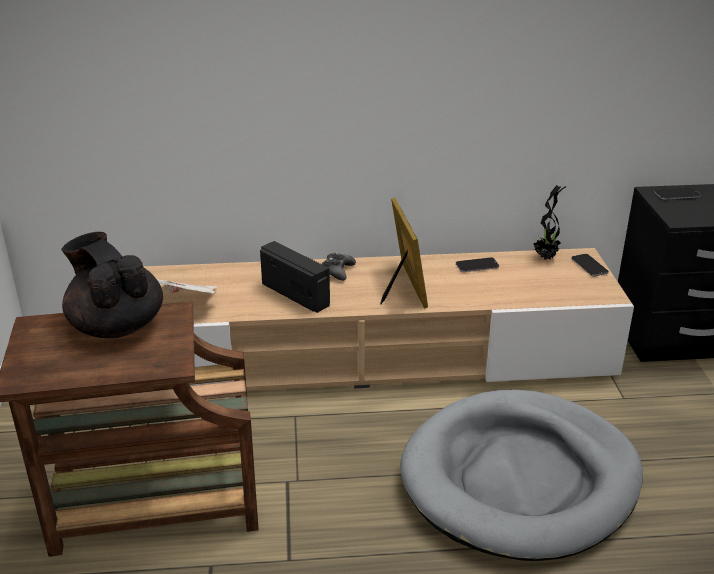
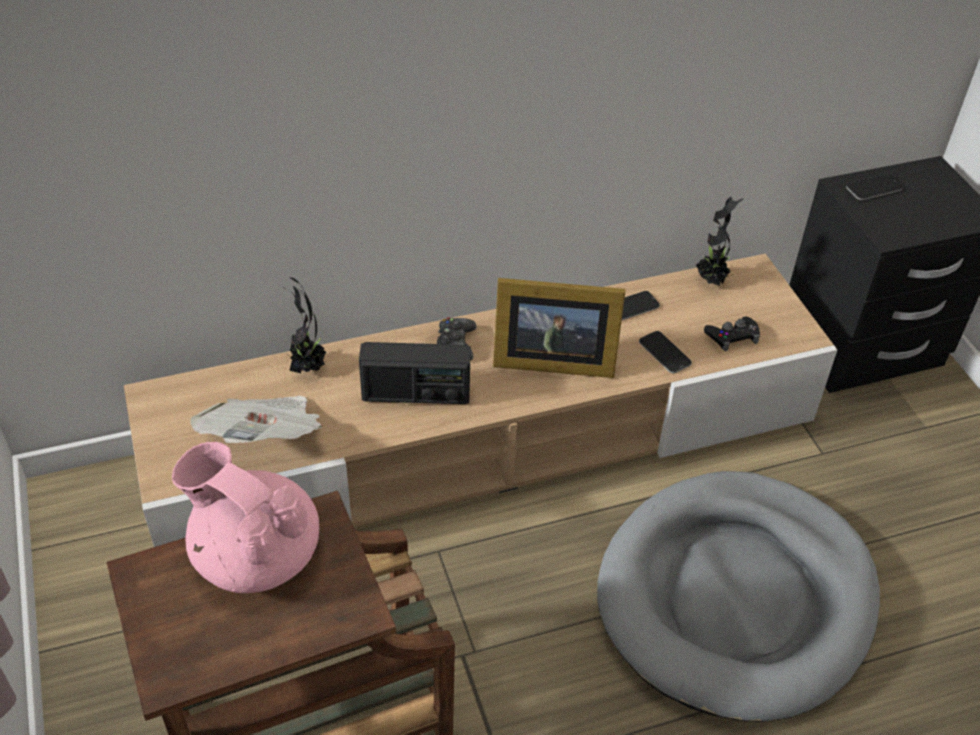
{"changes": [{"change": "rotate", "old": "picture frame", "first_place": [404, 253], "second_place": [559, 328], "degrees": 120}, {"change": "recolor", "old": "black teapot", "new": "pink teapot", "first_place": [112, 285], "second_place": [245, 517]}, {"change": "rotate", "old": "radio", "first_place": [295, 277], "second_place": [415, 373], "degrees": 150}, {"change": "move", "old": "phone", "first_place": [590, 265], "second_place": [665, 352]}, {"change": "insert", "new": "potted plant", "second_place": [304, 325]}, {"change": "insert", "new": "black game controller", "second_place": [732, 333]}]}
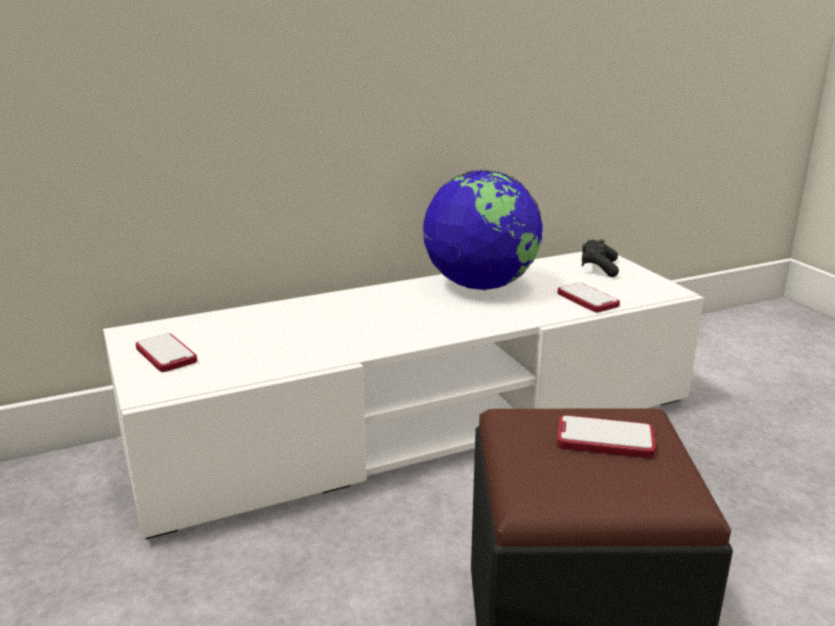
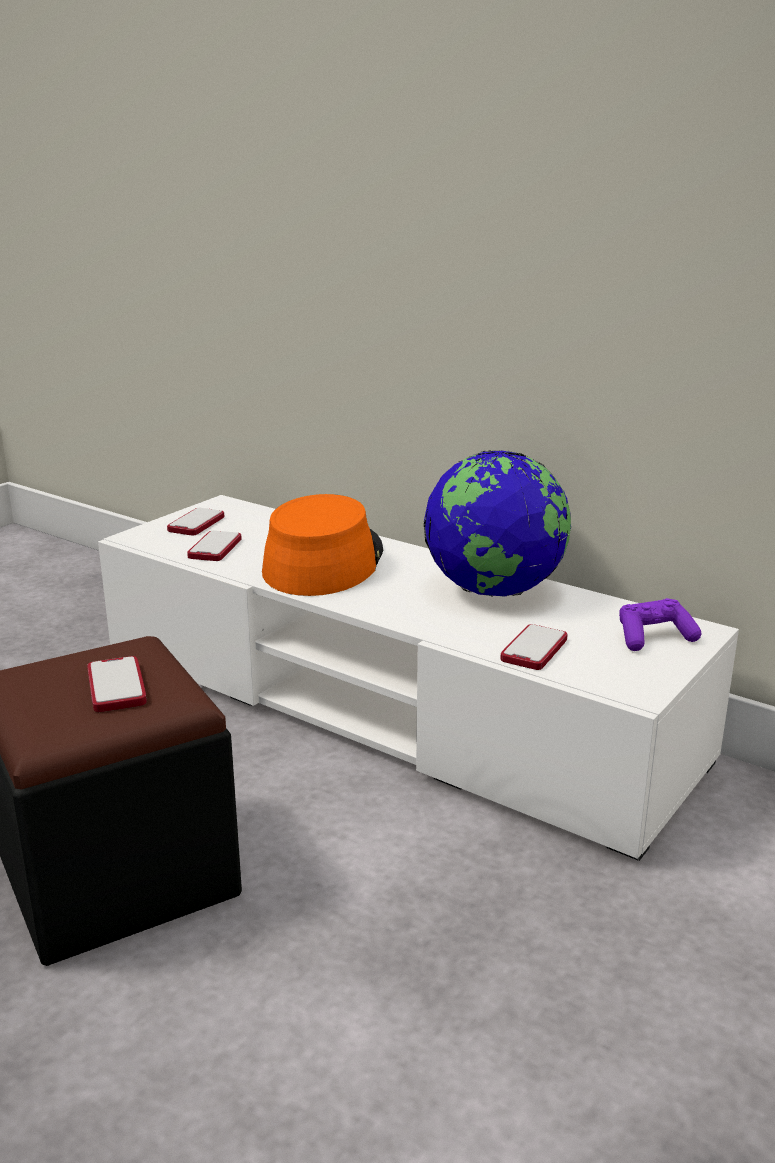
{"changes": [{"change": "recolor", "old": "black game controller", "new": "purple game controller", "first_place": [600, 258], "second_place": [660, 624]}, {"change": "insert", "new": "orange hat", "second_place": [322, 545]}, {"change": "insert", "new": "phone", "second_place": [214, 546]}]}
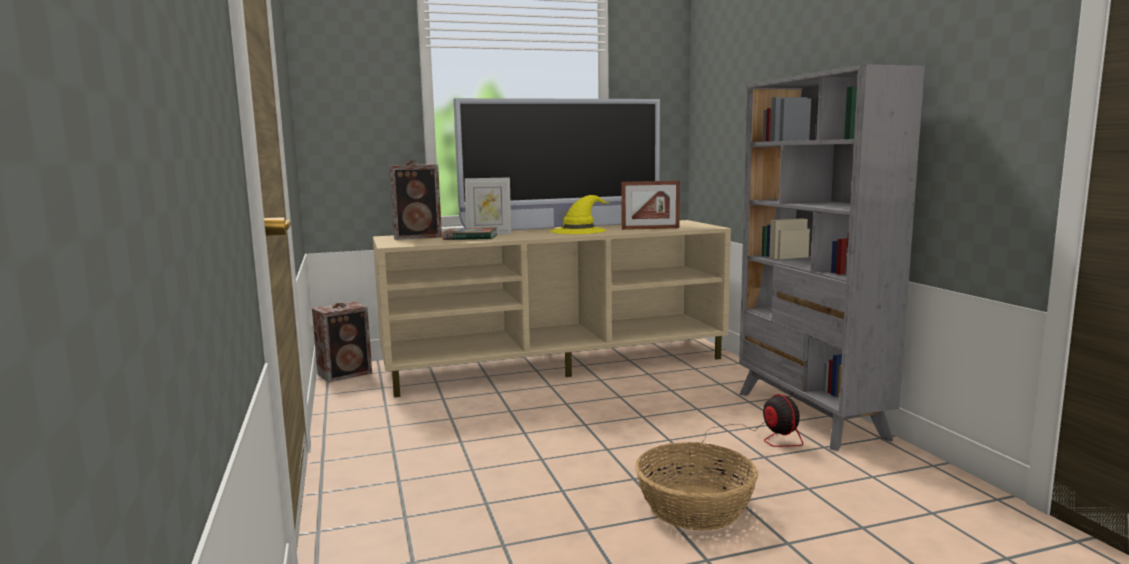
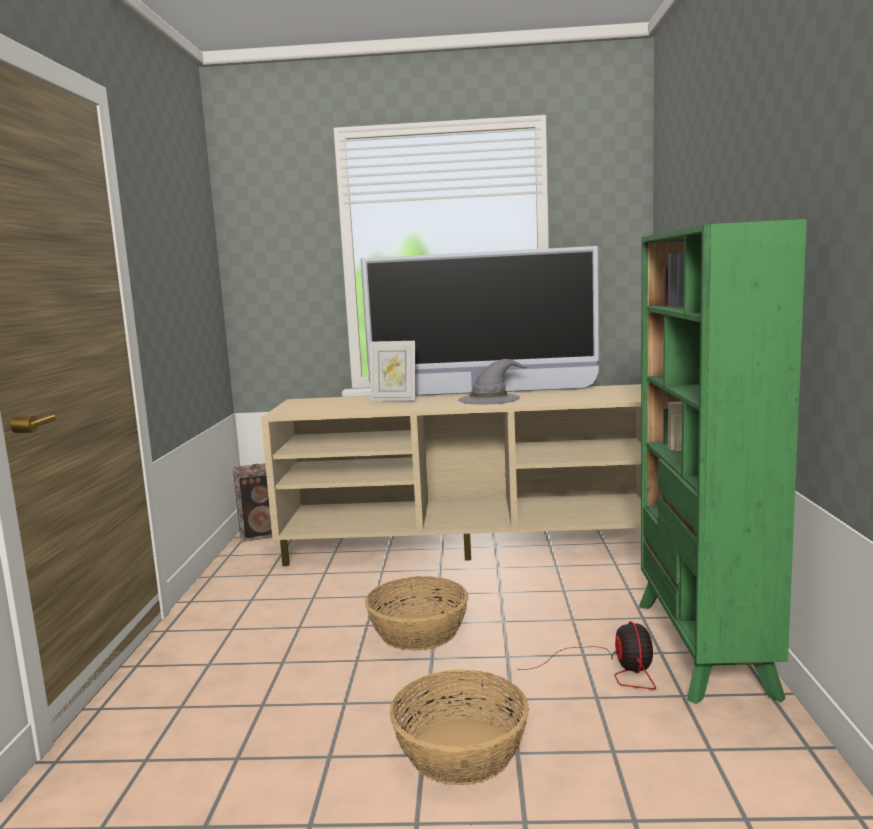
{"changes": [{"change": "recolor", "old": "grey bookcase", "new": "green bookcase", "first_place": [832, 257], "second_place": [723, 461]}, {"change": "delete", "old": "speaker", "first_place": [416, 200]}, {"change": "delete", "old": "picture frame", "first_place": [650, 205]}, {"change": "recolor", "old": "yellow hat", "new": "grey hat", "first_place": [580, 214], "second_place": [494, 381]}, {"change": "delete", "old": "book", "first_place": [469, 233]}, {"change": "insert", "new": "basket", "second_place": [417, 613]}]}
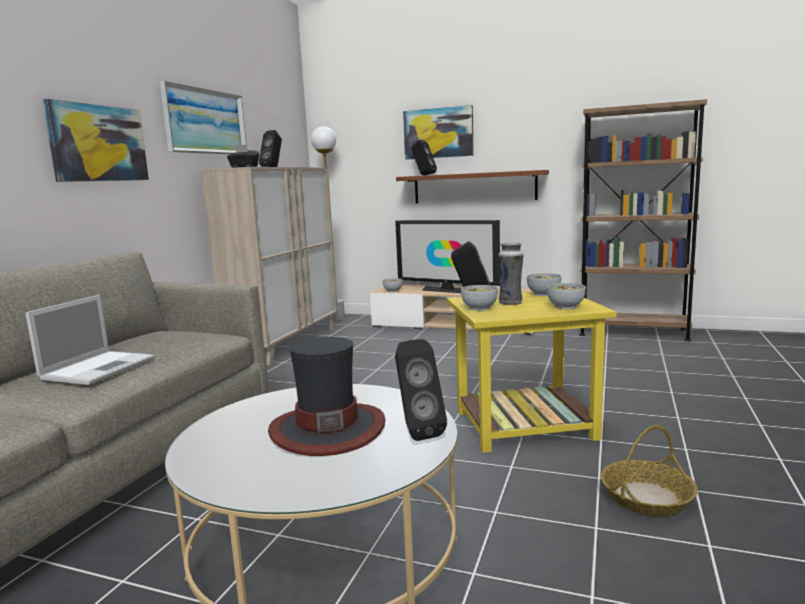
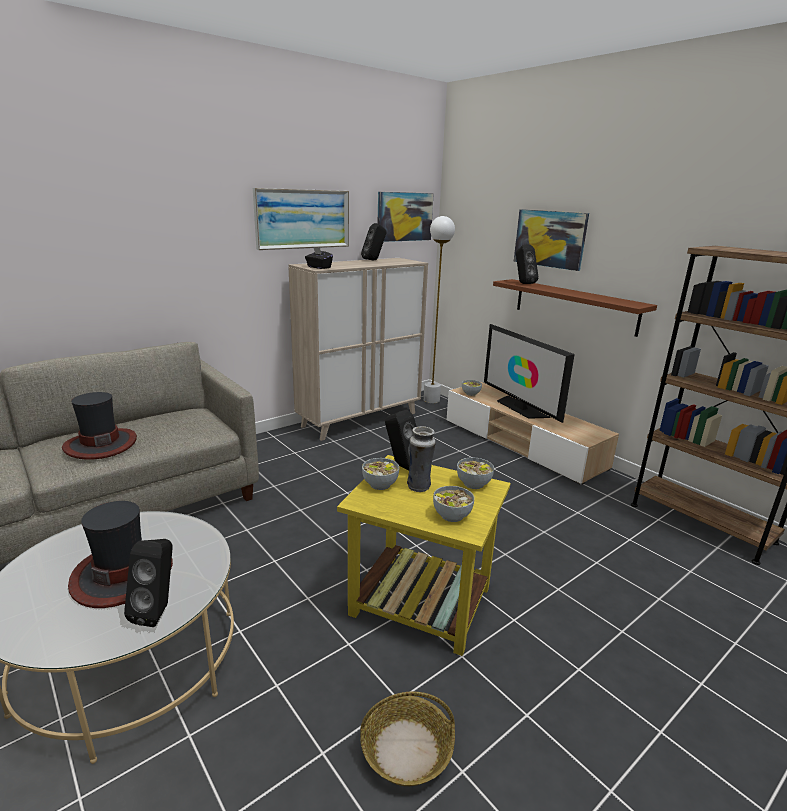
{"changes": [{"change": "move", "old": "picture", "first_place": [95, 140], "second_place": [405, 217]}, {"change": "replace", "old": "laptop", "new": "hat", "first_place": [90, 340], "second_place": [99, 426]}]}
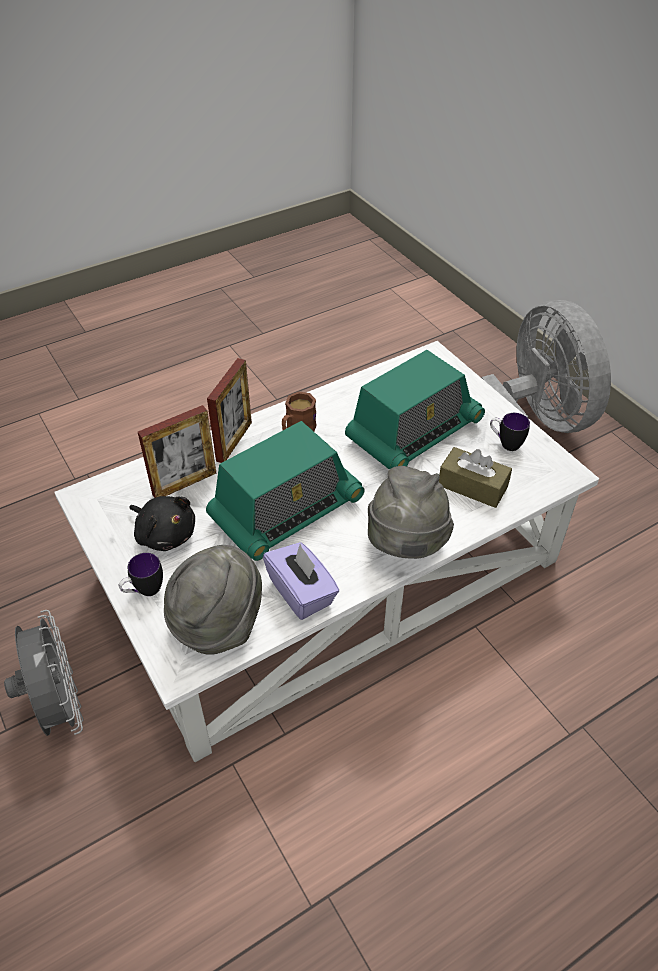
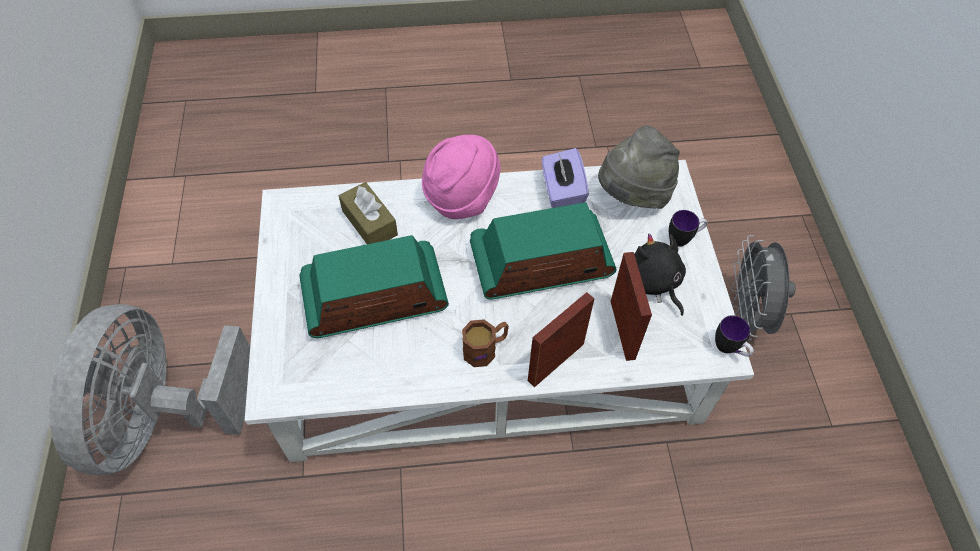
{"changes": [{"change": "rotate", "old": "picture frame", "first_place": [177, 451], "second_place": [631, 306], "degrees": 90}, {"change": "move", "old": "mug", "first_place": [510, 432], "second_place": [734, 335]}, {"change": "recolor", "old": "grey hat", "new": "pink hat", "first_place": [411, 512], "second_place": [461, 177]}]}
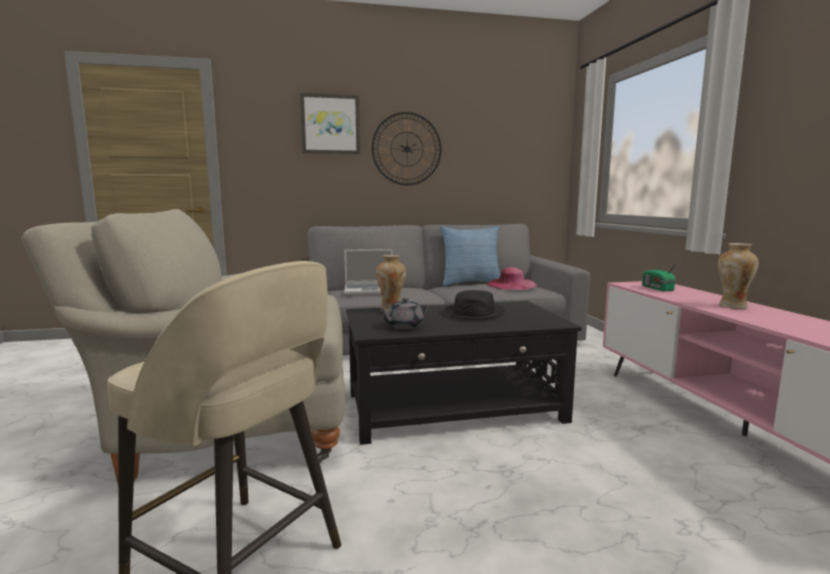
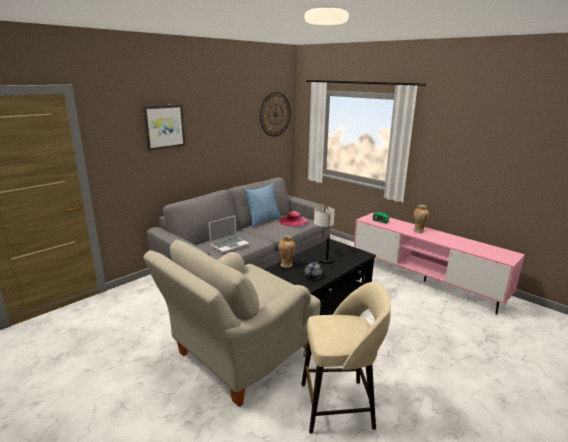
{"changes": [{"change": "move", "old": "wall clock", "first_place": [406, 148], "second_place": [275, 114]}, {"change": "replace", "old": "black hat", "new": "table lamp", "first_place": [474, 305], "second_place": [324, 235]}]}
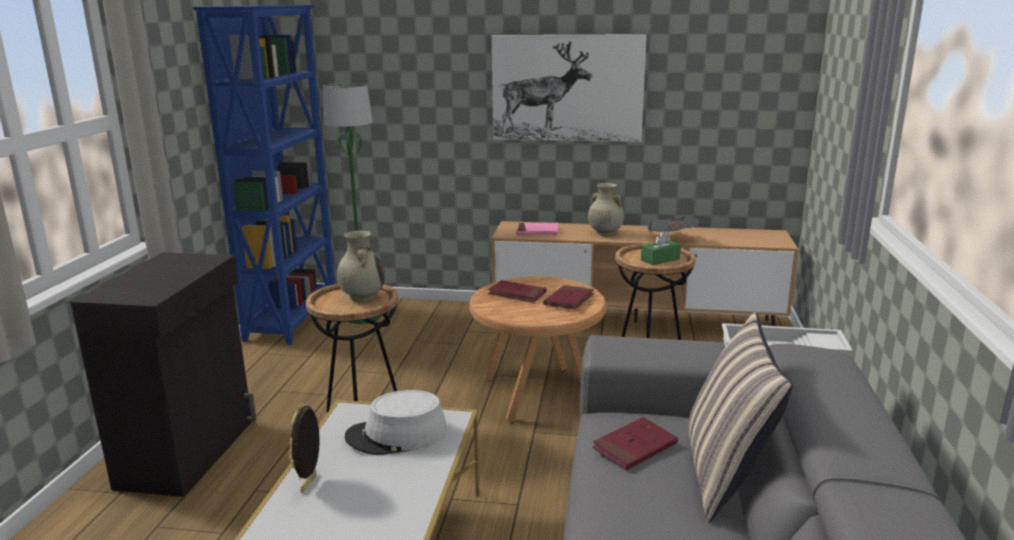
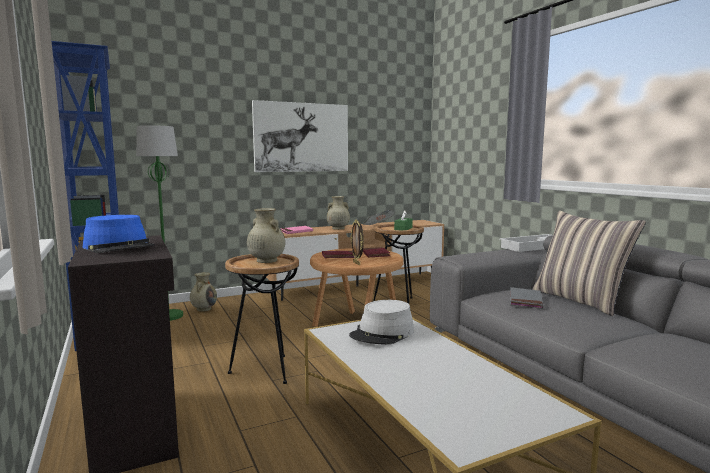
{"changes": [{"change": "move", "old": "picture frame", "first_place": [304, 448], "second_place": [357, 242]}, {"change": "recolor", "old": "red book", "new": "grey book", "first_place": [635, 443], "second_place": [526, 298]}, {"change": "insert", "new": "blue hat", "second_place": [119, 234]}, {"change": "insert", "new": "beige vase", "second_place": [203, 292]}]}
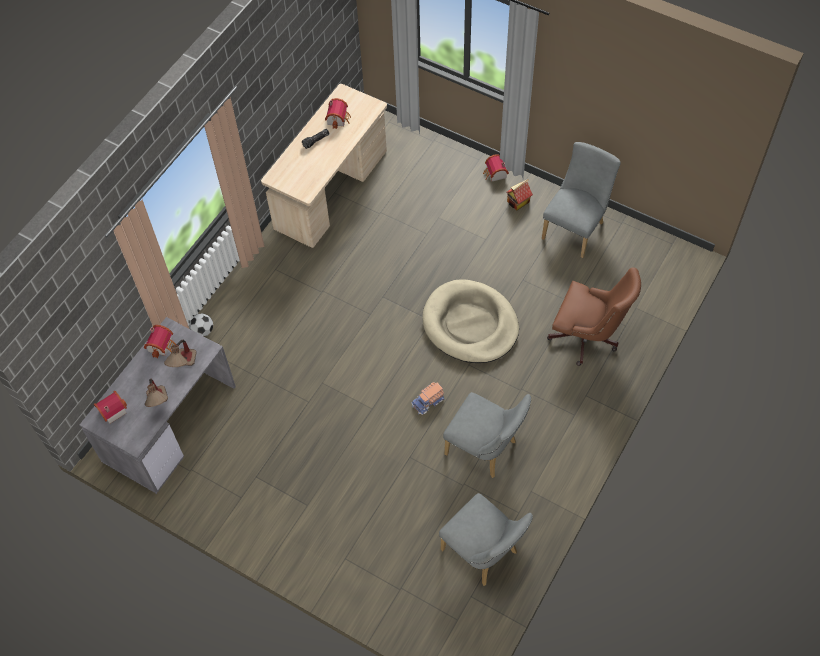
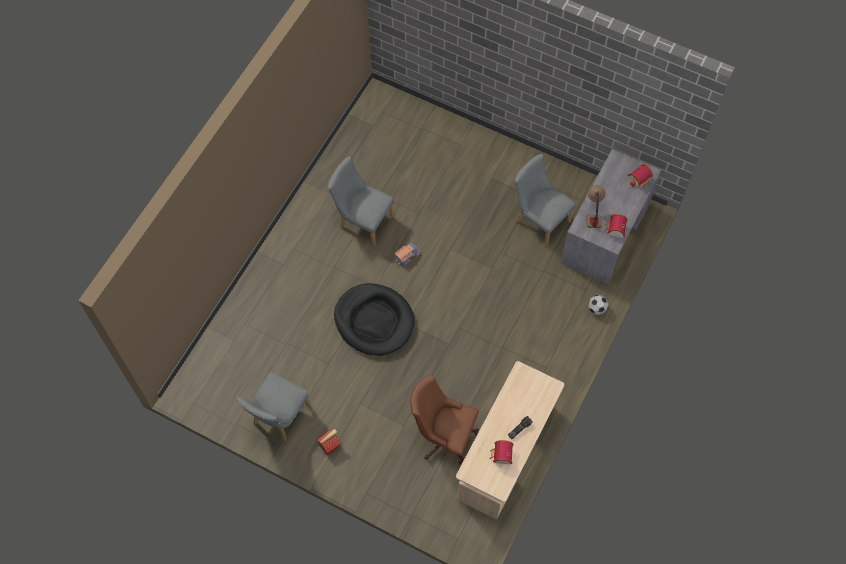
{"changes": [{"change": "delete", "old": "toy house", "first_place": [496, 168]}, {"change": "move", "old": "brown office chair", "first_place": [594, 316], "second_place": [444, 420]}, {"change": "recolor", "old": "beige dog bed", "new": "black dog bed", "first_place": [470, 321], "second_place": [374, 319]}, {"change": "delete", "old": "table lamp", "first_place": [156, 393]}, {"change": "move", "old": "grey chair", "first_place": [486, 539], "second_place": [545, 200]}]}
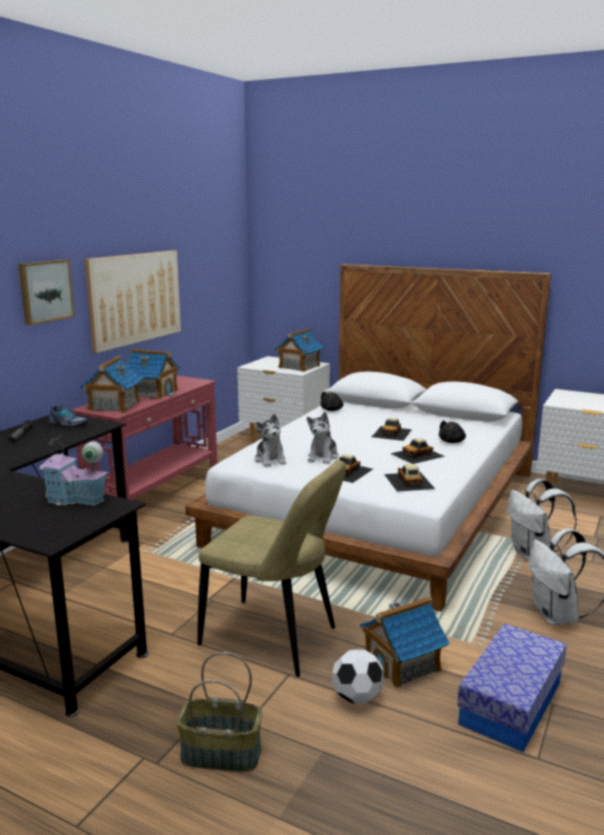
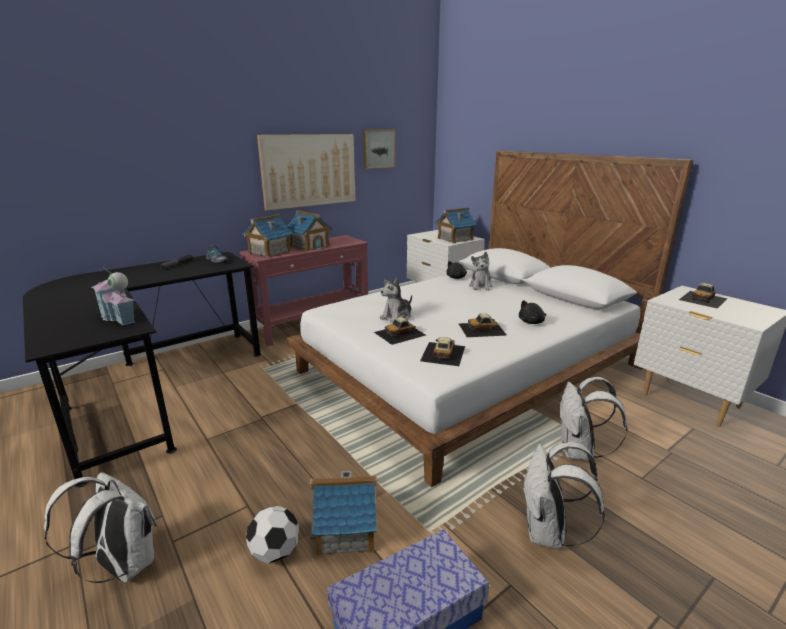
{"changes": [{"change": "move", "old": "picture", "first_place": [46, 292], "second_place": [379, 149]}, {"change": "move", "old": "plush toy", "first_place": [270, 440], "second_place": [480, 271]}, {"change": "move", "old": "toy car", "first_place": [392, 429], "second_place": [703, 296]}, {"change": "delete", "old": "beige chair", "first_place": [271, 568]}, {"change": "replace", "old": "basket", "new": "white backpack", "first_place": [219, 712], "second_place": [100, 527]}]}
